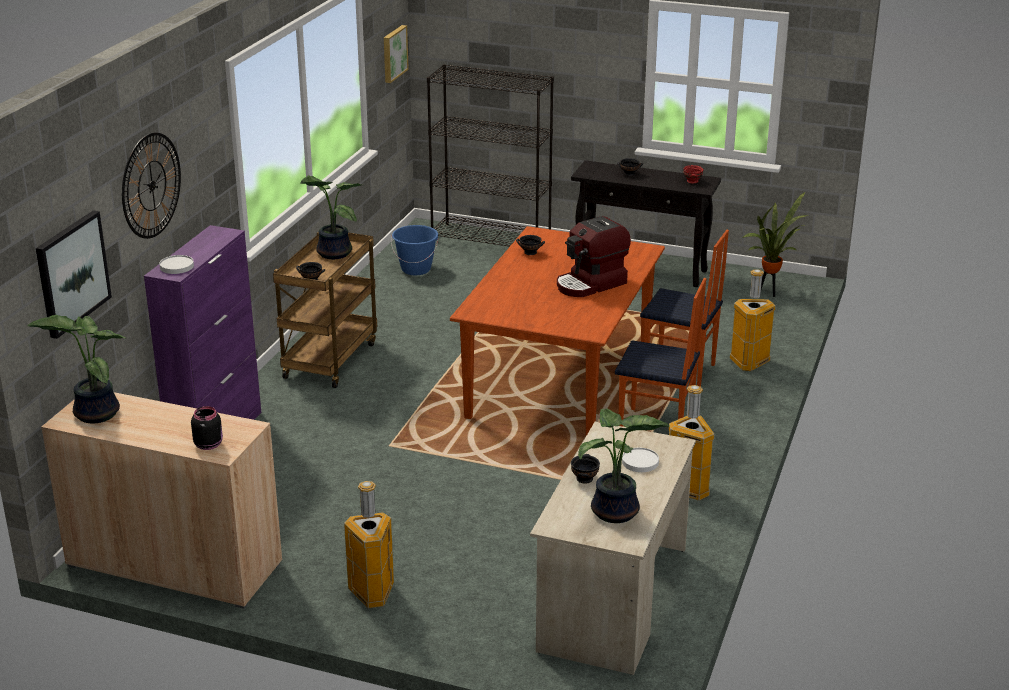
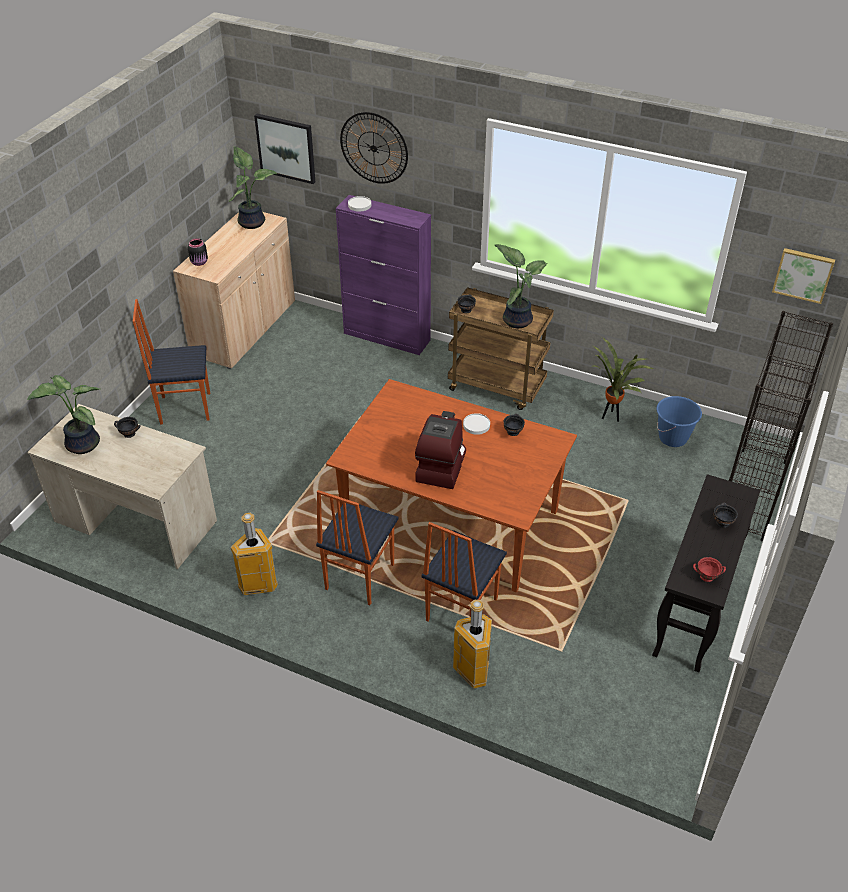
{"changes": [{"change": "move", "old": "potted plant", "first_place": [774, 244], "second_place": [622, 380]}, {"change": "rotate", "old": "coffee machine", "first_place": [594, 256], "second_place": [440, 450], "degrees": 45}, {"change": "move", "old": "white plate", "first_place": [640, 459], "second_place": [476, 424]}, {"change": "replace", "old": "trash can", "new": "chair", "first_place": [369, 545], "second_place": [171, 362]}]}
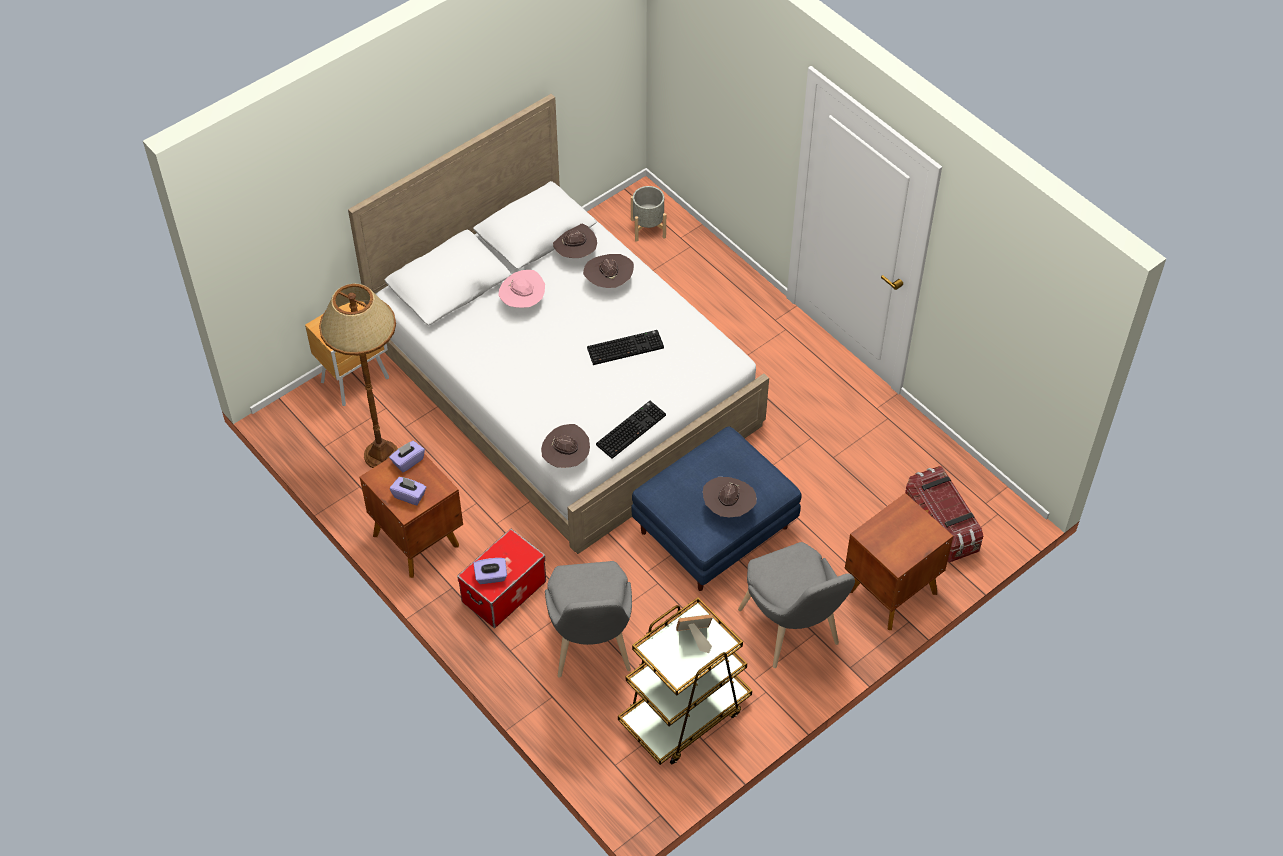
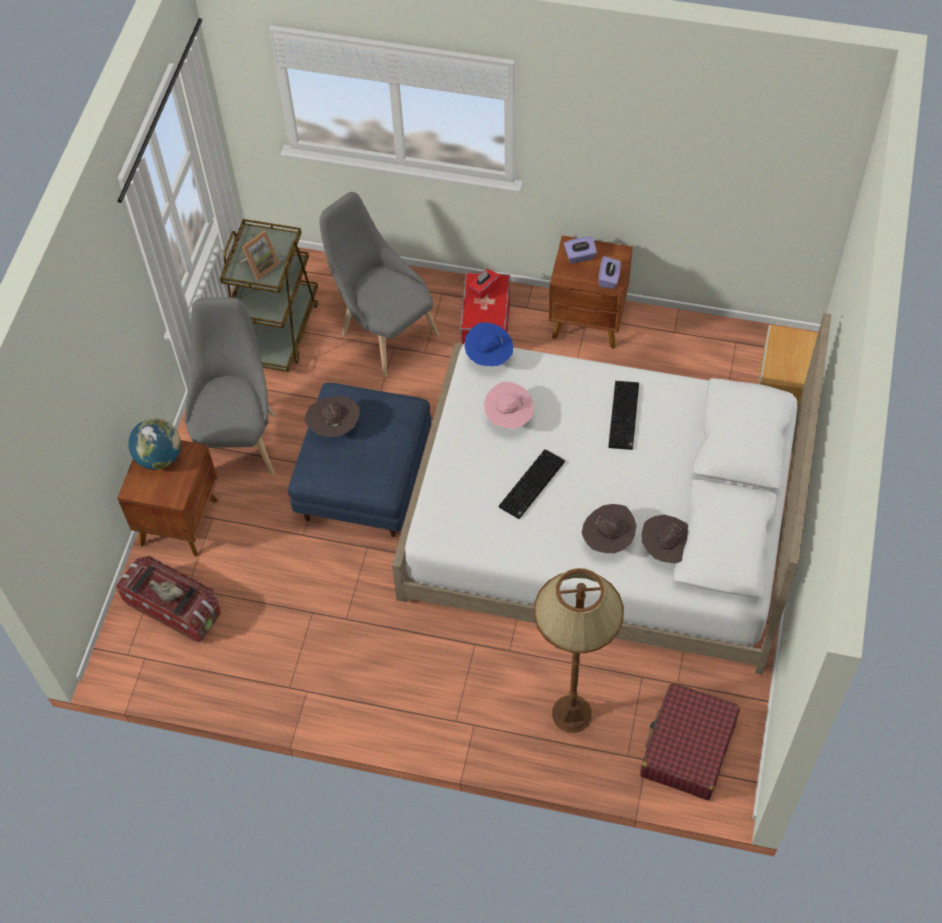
{"changes": [{"change": "replace", "old": "grey planter", "new": "red suitcase", "first_place": [648, 214], "second_place": [690, 741]}, {"change": "move", "old": "pink hat", "first_place": [521, 289], "second_place": [509, 405]}, {"change": "move", "old": "brown floor lamp", "first_place": [358, 376], "second_place": [579, 650]}, {"change": "move", "old": "keyboard", "first_place": [631, 430], "second_place": [623, 415]}, {"change": "recolor", "old": "brown hat", "new": "blue hat", "first_place": [565, 446], "second_place": [488, 344]}, {"change": "rotate", "old": "grey chair", "first_place": [796, 605], "second_place": [230, 386], "degrees": 60}, {"change": "recolor", "old": "purple tissue box", "new": "red tissue box", "first_place": [490, 571], "second_place": [484, 284]}, {"change": "insert", "new": "globe", "second_place": [154, 444]}, {"change": "insert", "new": "beige teapot", "second_place": [166, 590]}]}
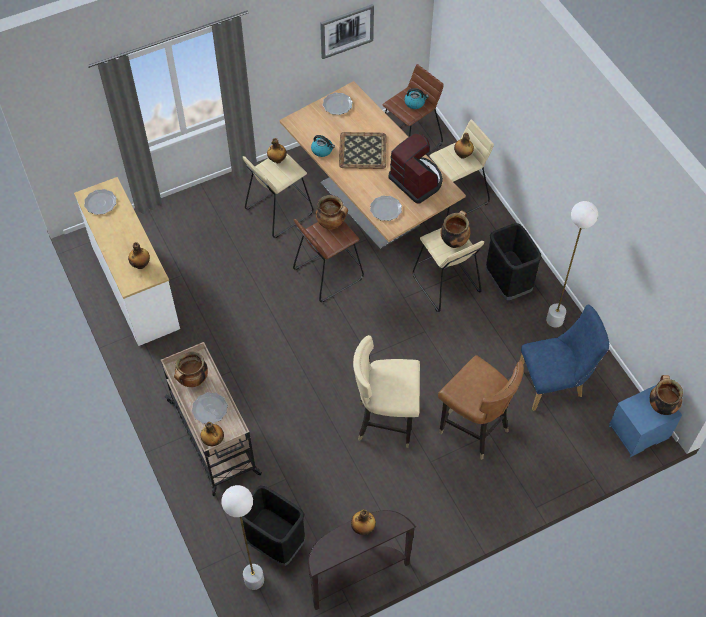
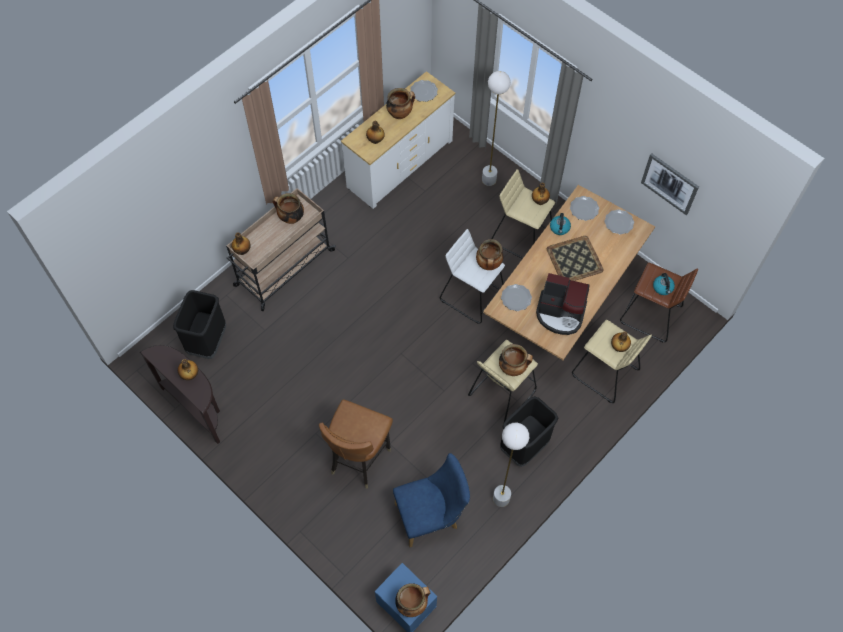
{"changes": [{"change": "rotate", "old": "coffee machine", "first_place": [416, 168], "second_place": [563, 304], "degrees": 75}, {"change": "recolor", "old": "brown stool", "new": "white stool", "first_place": [328, 260], "second_place": [472, 276]}, {"change": "rotate", "old": "blue chair", "first_place": [564, 357], "second_place": [431, 500], "degrees": -75}, {"change": "delete", "old": "beige chair", "first_place": [386, 391]}, {"change": "move", "old": "plate", "first_place": [210, 408], "second_place": [584, 208]}, {"change": "move", "old": "white floor lamp", "first_place": [242, 537], "second_place": [496, 128]}, {"change": "insert", "new": "cooking pot", "second_place": [400, 103]}]}
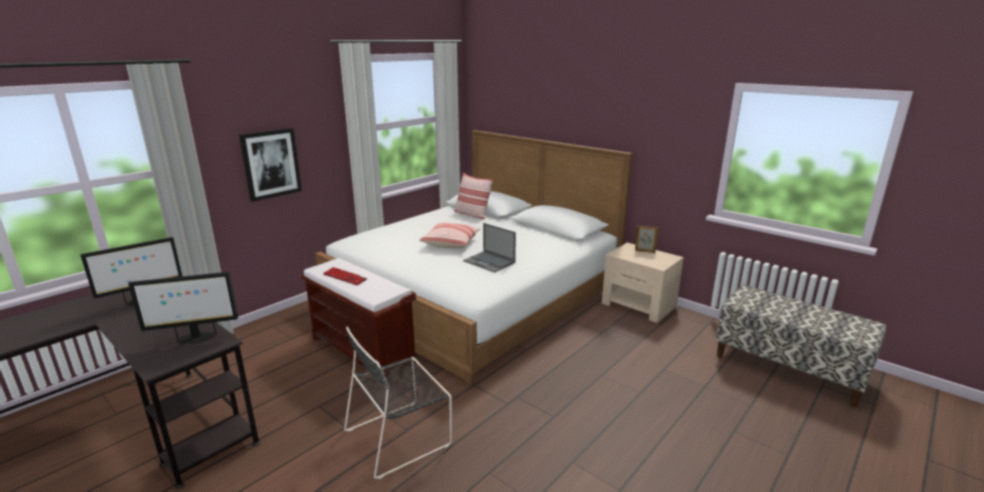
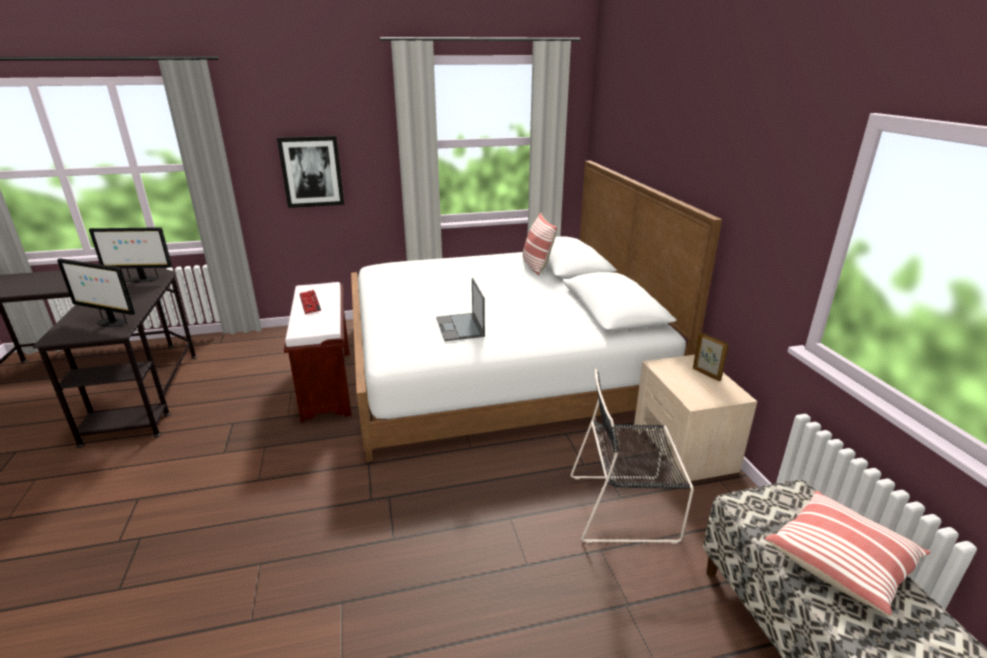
{"changes": [{"change": "move", "old": "pillow", "first_place": [449, 235], "second_place": [848, 553]}, {"change": "move", "old": "black chair", "first_place": [398, 402], "second_place": [632, 456]}]}
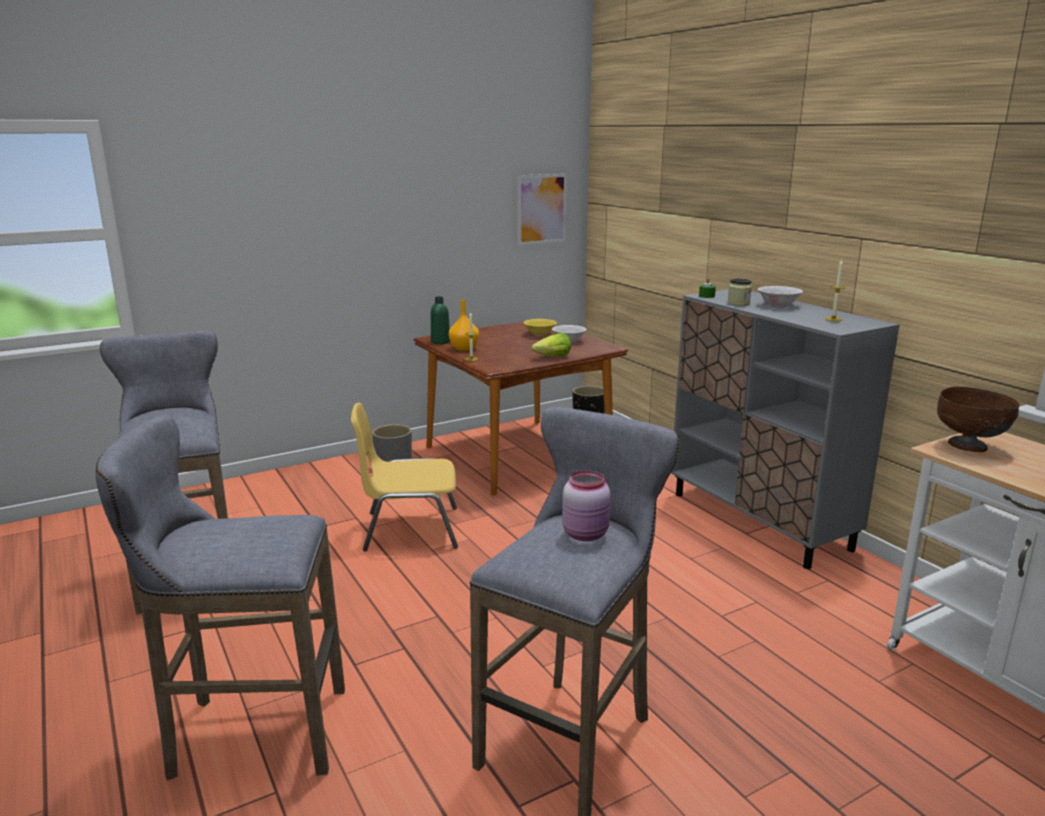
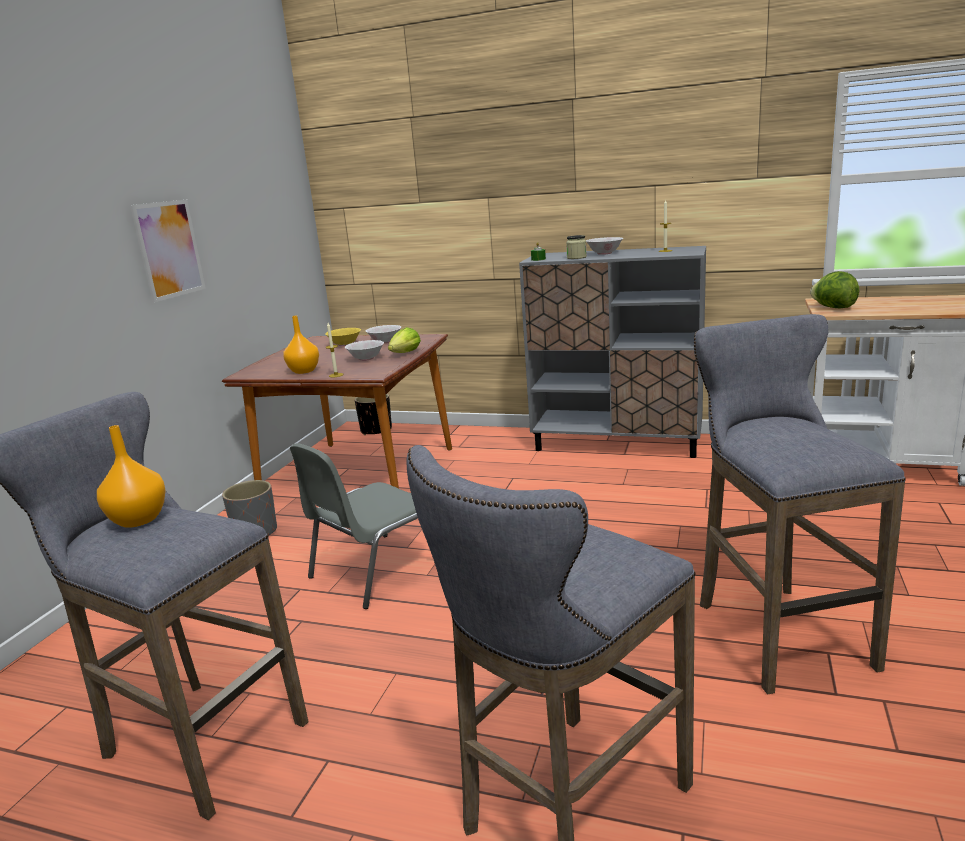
{"changes": [{"change": "move", "old": "picture", "first_place": [542, 209], "second_place": [168, 251]}, {"change": "delete", "old": "green bottle", "first_place": [440, 320]}, {"change": "replace", "old": "brown bowl", "new": "lettuce", "first_place": [978, 419], "second_place": [834, 289]}, {"change": "recolor", "old": "yellow chair", "new": "grey chair", "first_place": [404, 476], "second_place": [354, 526]}, {"change": "delete", "old": "pink jar", "first_place": [586, 505]}, {"change": "insert", "new": "white bowl", "second_place": [364, 350]}, {"change": "insert", "new": "orange vase", "second_place": [131, 476]}]}
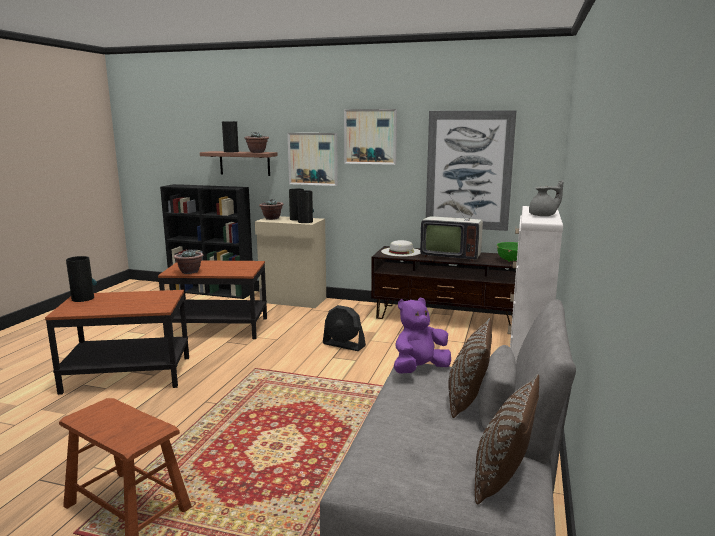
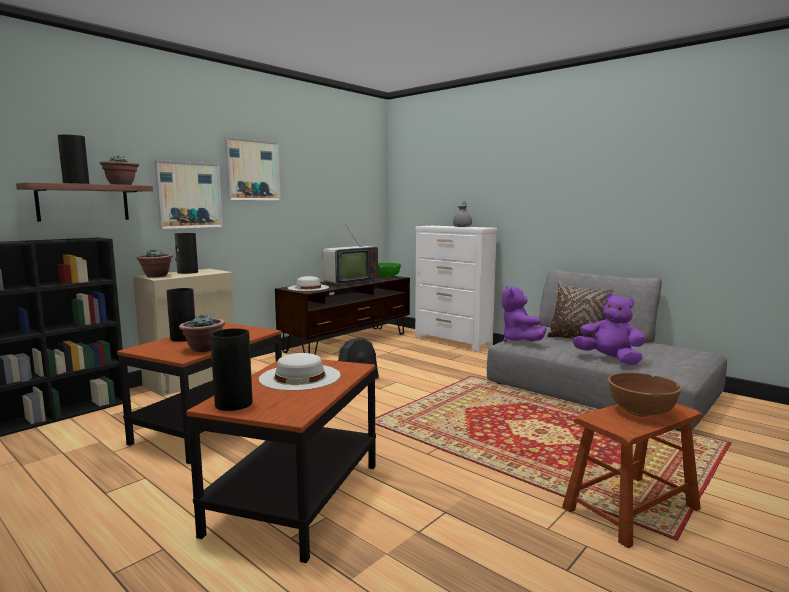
{"changes": [{"change": "delete", "old": "picture", "first_place": [471, 170]}, {"change": "move", "old": "vase", "first_place": [305, 206], "second_place": [181, 315]}, {"change": "delete", "old": "brown pillow", "first_place": [507, 439]}, {"change": "insert", "new": "purple plush toy", "second_place": [609, 329]}, {"change": "insert", "new": "white hat", "second_place": [299, 372]}, {"change": "insert", "new": "brown bowl", "second_place": [645, 394]}]}
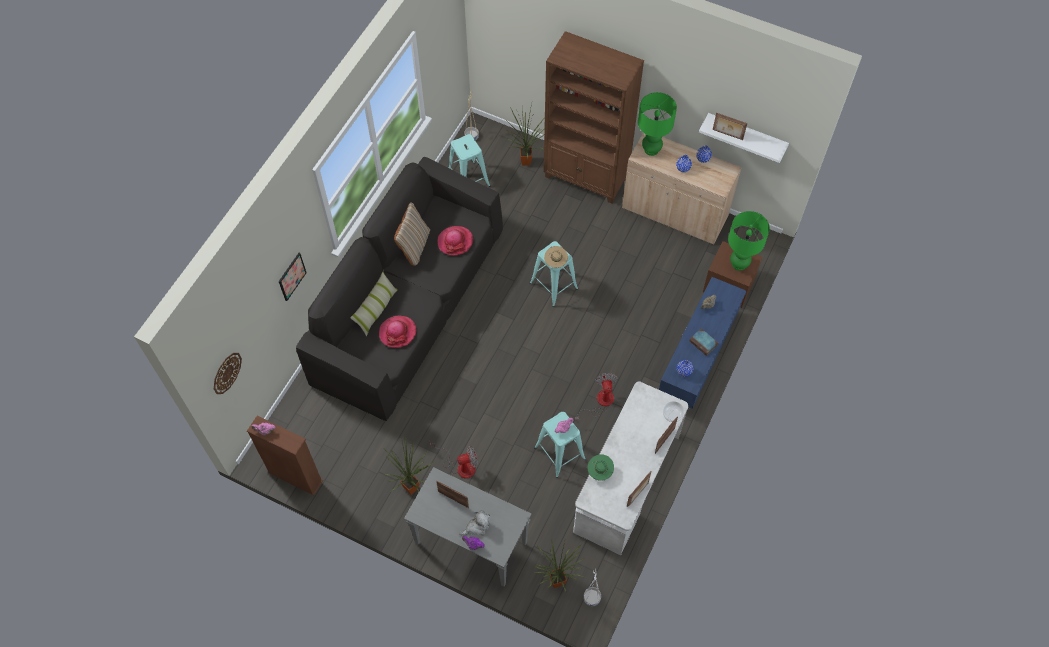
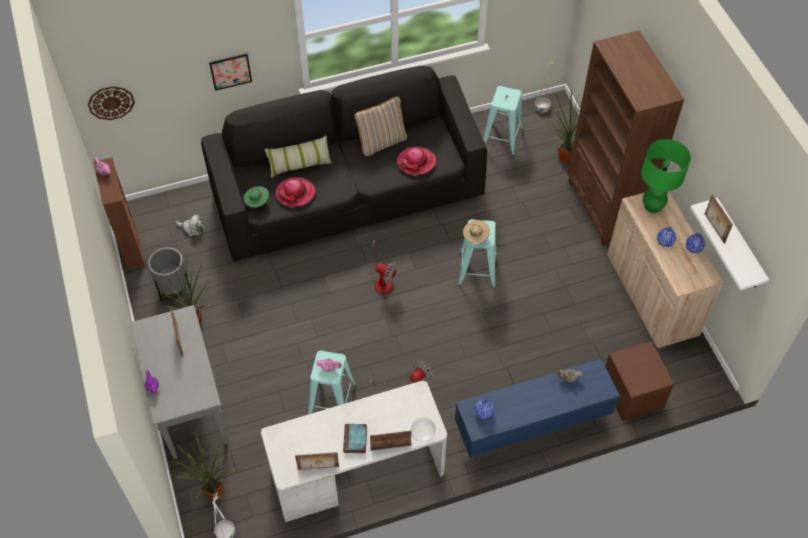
{"changes": [{"change": "delete", "old": "green table lamp", "first_place": [749, 241]}, {"change": "move", "old": "book", "first_place": [703, 342], "second_place": [355, 438]}, {"change": "move", "old": "fan", "first_place": [453, 459], "second_place": [384, 267]}, {"change": "move", "old": "green hat", "first_place": [600, 467], "second_place": [256, 197]}, {"change": "move", "old": "plush toy", "first_place": [475, 523], "second_place": [190, 225]}, {"change": "insert", "new": "grey planter", "second_place": [169, 274]}]}
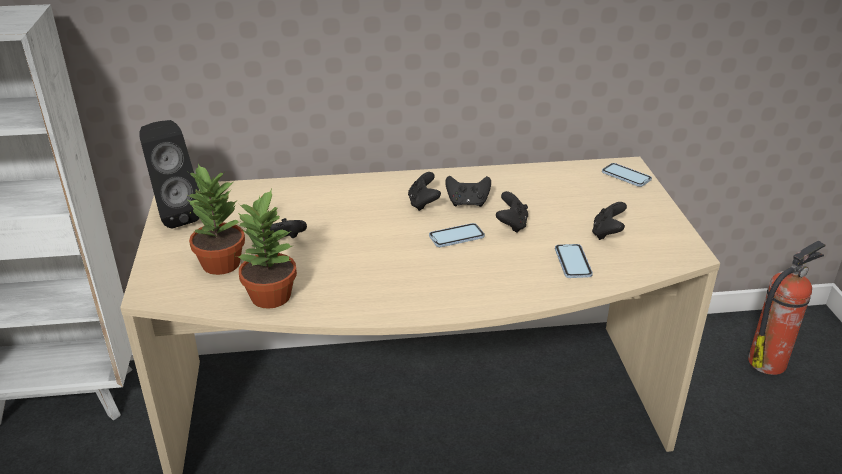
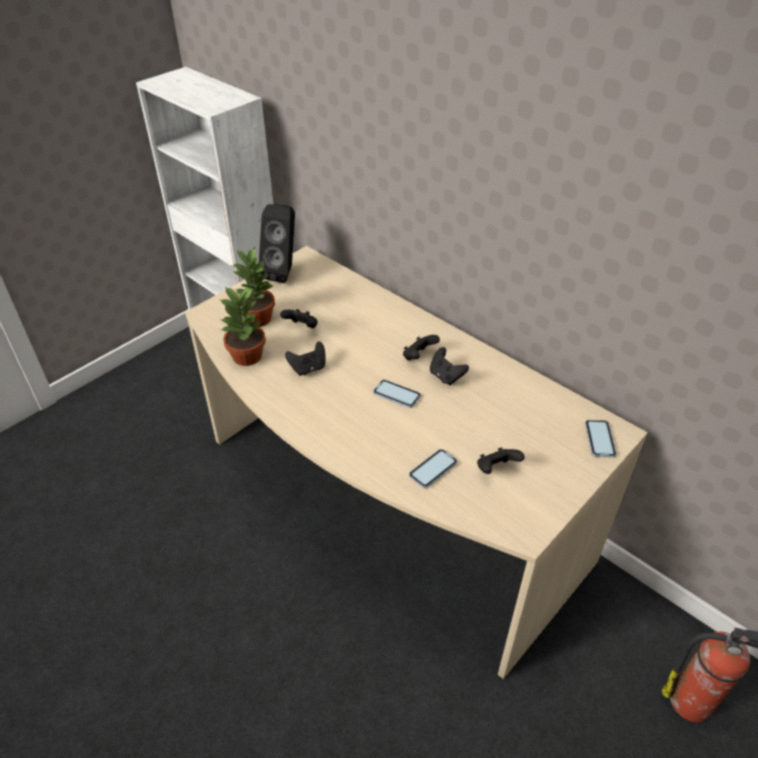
{"changes": [{"change": "move", "old": "black game controller", "first_place": [512, 212], "second_place": [305, 359]}]}
